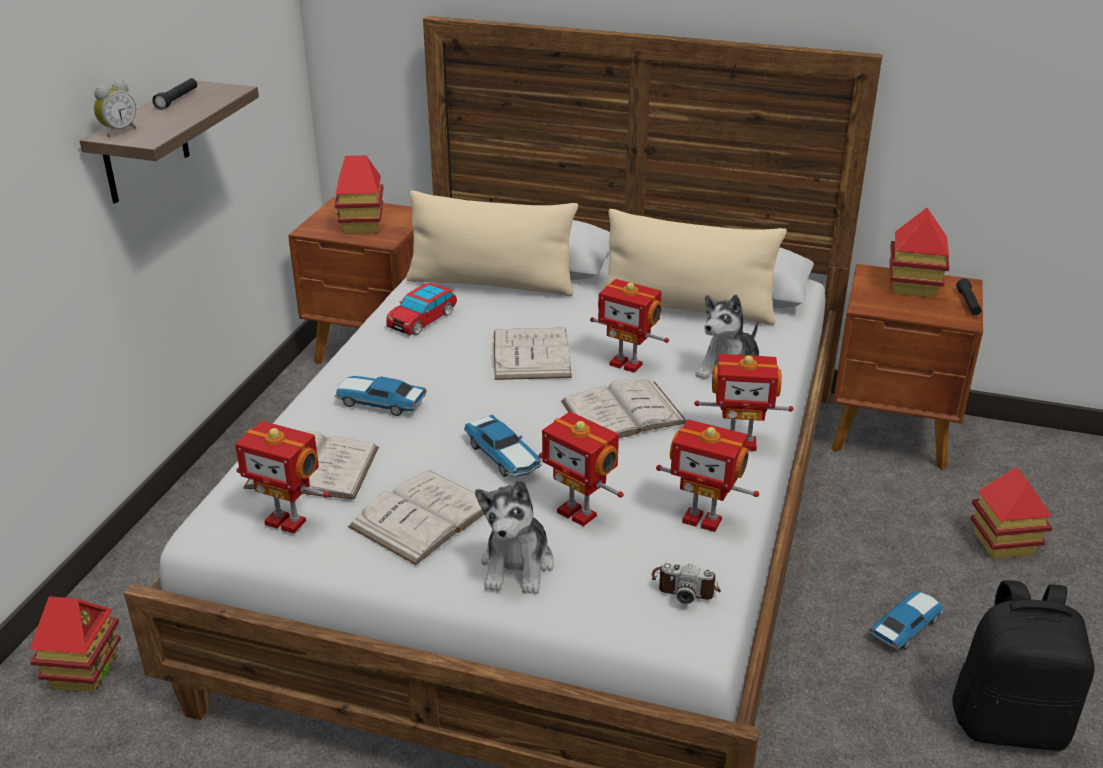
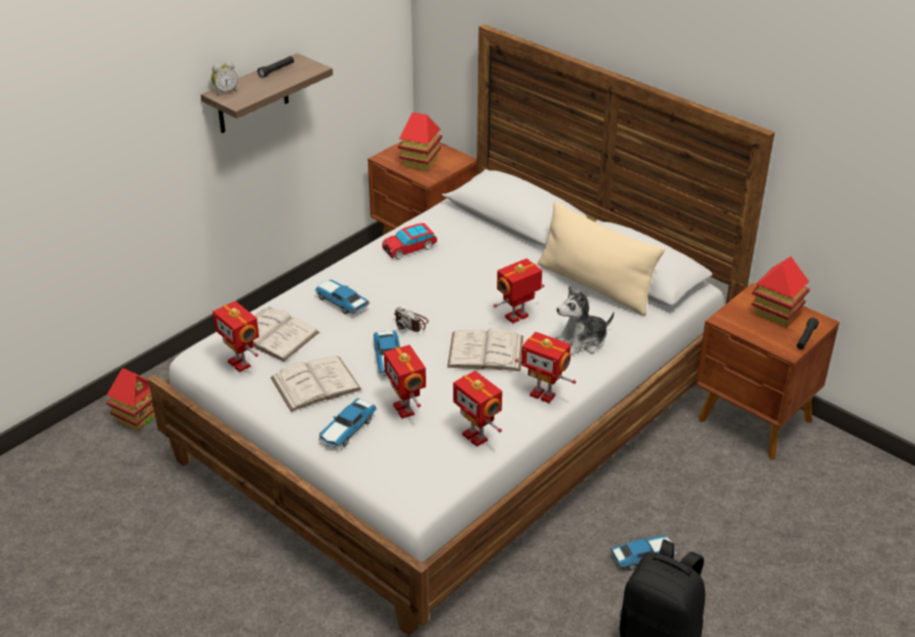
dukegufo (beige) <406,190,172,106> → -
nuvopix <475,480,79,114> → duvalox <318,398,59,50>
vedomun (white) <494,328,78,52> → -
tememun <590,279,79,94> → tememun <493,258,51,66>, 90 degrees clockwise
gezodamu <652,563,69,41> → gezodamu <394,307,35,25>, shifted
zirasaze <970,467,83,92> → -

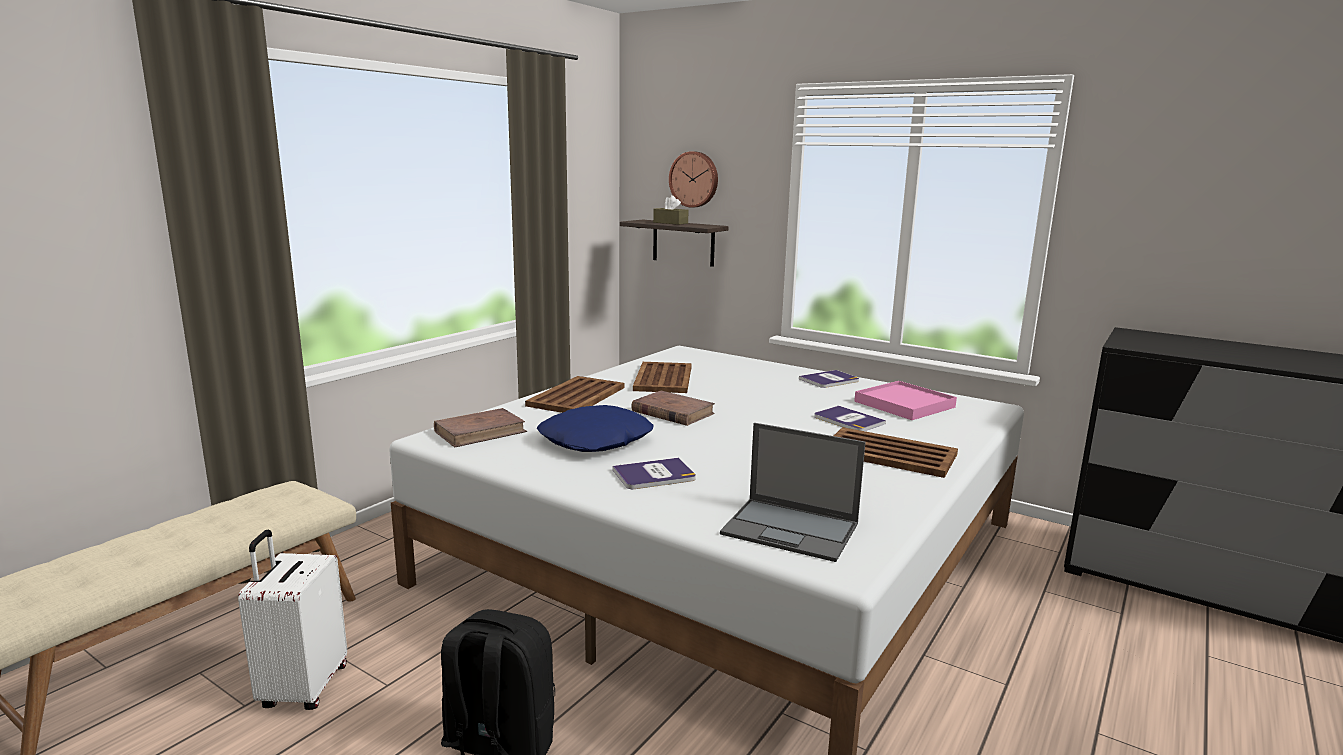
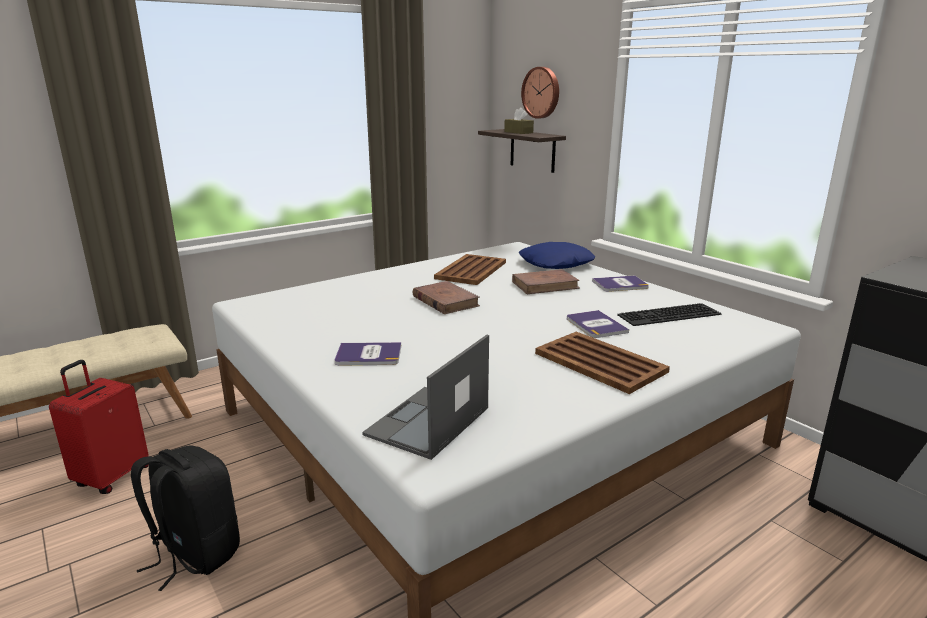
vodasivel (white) <238,530,109,180> → vodasivel (red) <49,360,100,134>
vedomun (brown) <434,408,93,39> → vedomun (brown) <512,269,68,25>, shifted
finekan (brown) <525,376,99,37> → -
dukegufo (blue) <537,405,117,47> → dukegufo (blue) <519,242,76,27>, shifted
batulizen <720,423,145,139> → batulizen <362,335,127,125>, 75 degrees clockwise
finekan (pink) <854,381,103,39> → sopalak <617,303,105,23>

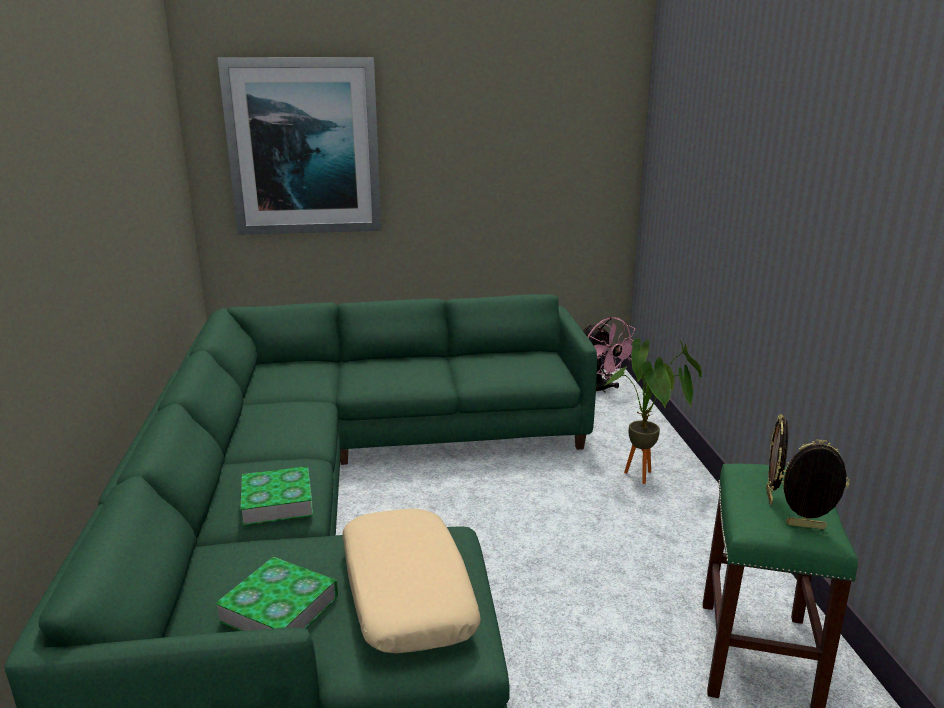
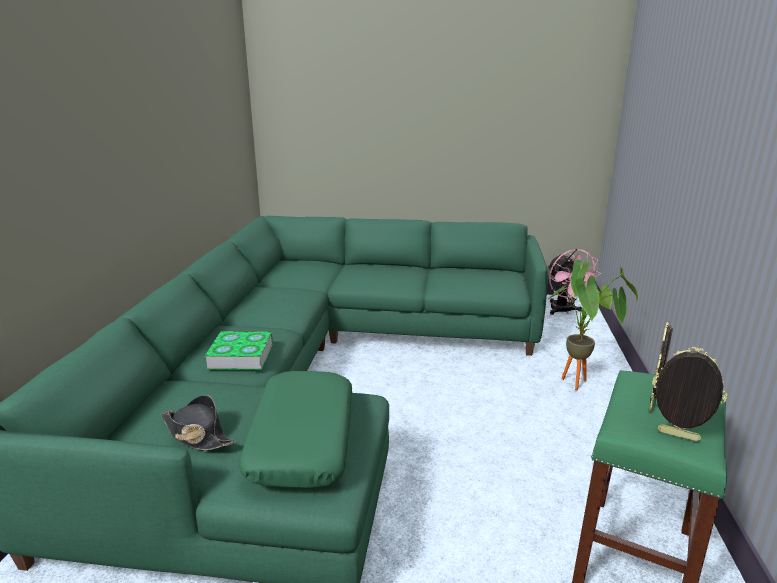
vedomun <215,557,123,74> → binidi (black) <161,395,74,55>
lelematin <217,57,165,178> → -
dukegufo (beige) <342,509,139,144> → dukegufo (green) <239,371,113,117>

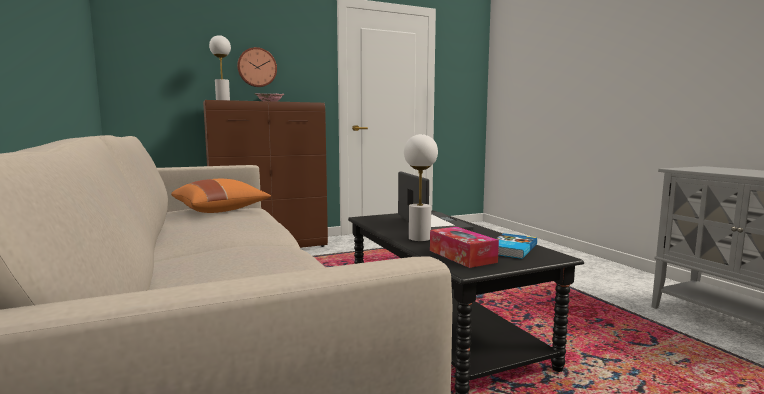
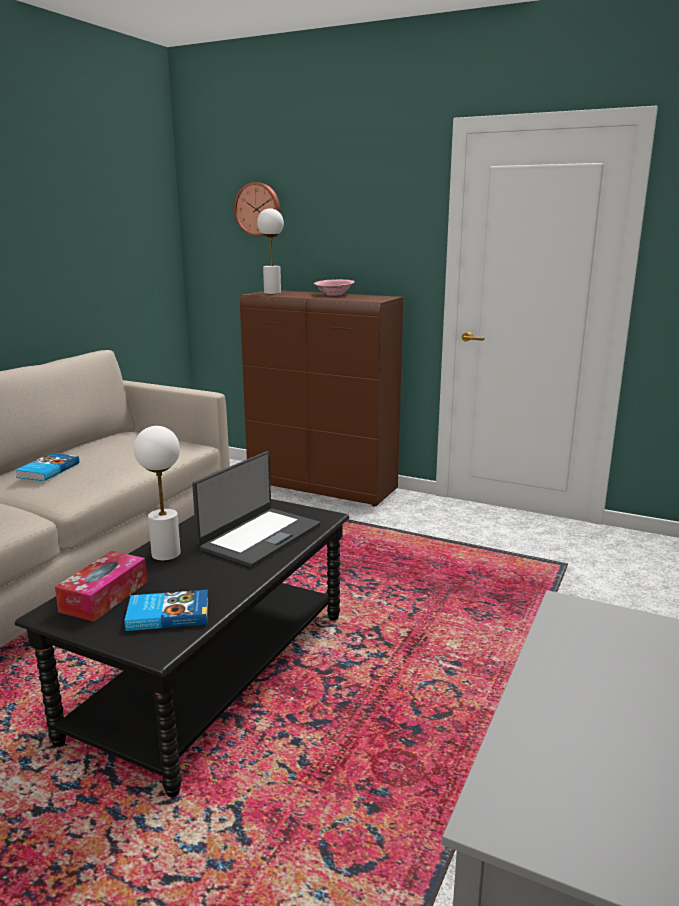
dukegufo (orange) <171,179,100,34> → -
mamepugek <237,47,40,40> → mamepugek <234,182,46,54>, shifted
- → vedomun <15,453,64,28>

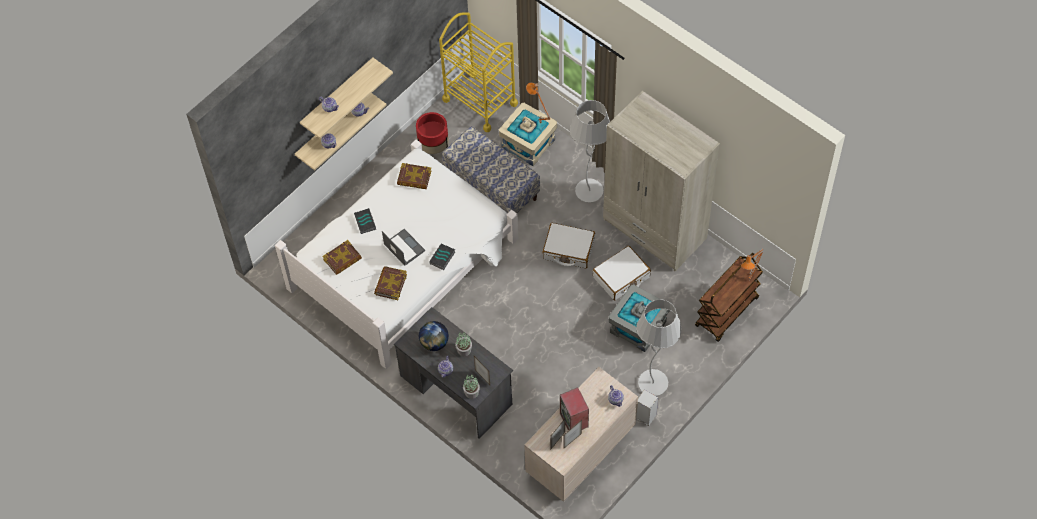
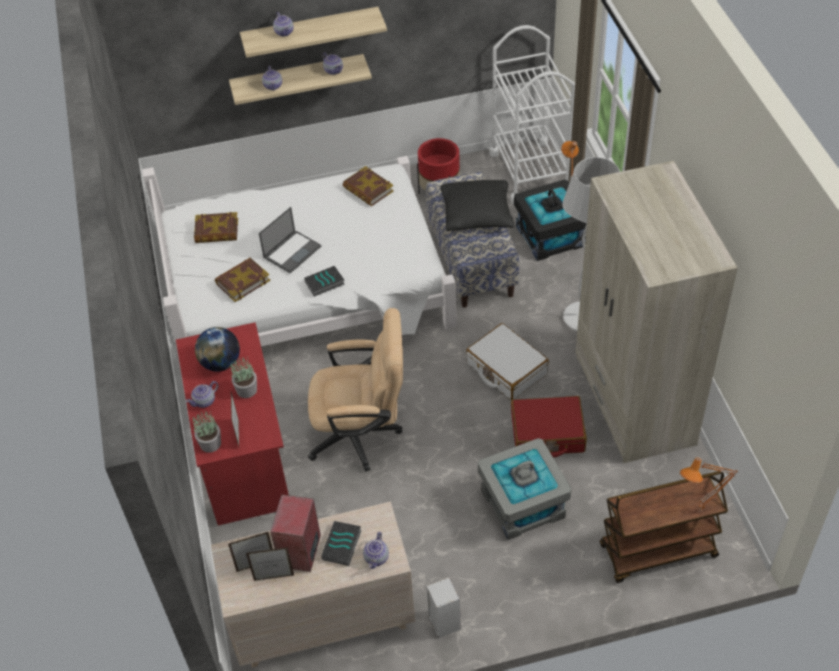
vedomun <354,208,22,26> → vedomun <321,521,40,45>, shifted
batulizen <382,229,43,37> → batulizen <259,207,62,66>, 45 degrees clockwise
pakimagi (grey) <394,307,119,132> → pakimagi (red) <176,322,113,203>
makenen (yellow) <439,12,79,121> → makenen (white) <489,25,86,179>
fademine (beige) <499,103,58,63> → fademine (black) <514,180,73,81>
vodasivel (white) <593,246,58,54> → vodasivel (red) <511,396,76,62>
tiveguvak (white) <636,299,46,97> → -
- → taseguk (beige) <308,308,95,164>
- → dukegufo (black) <440,180,74,51>

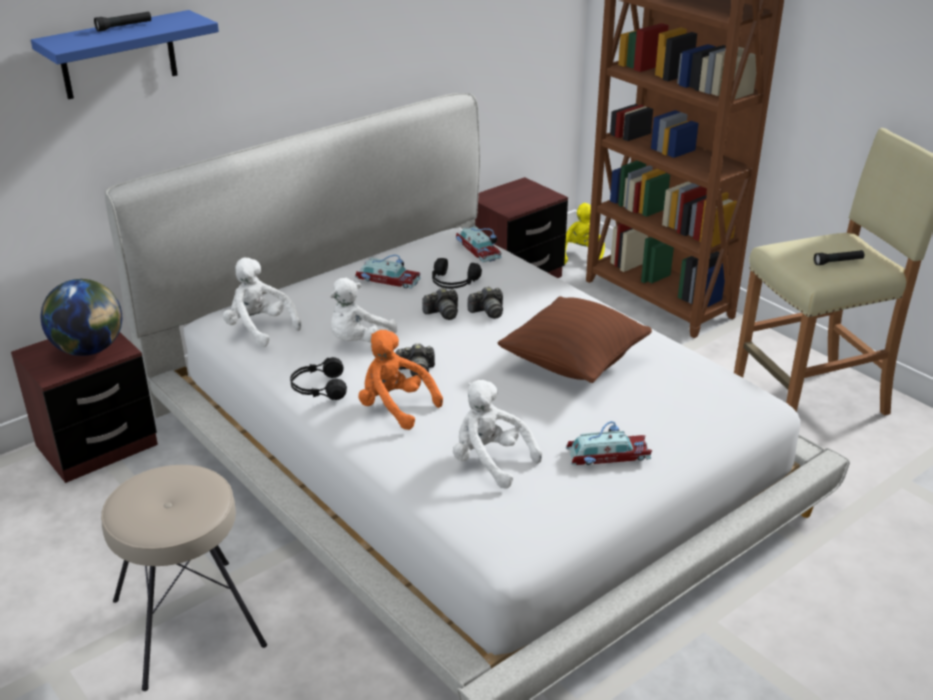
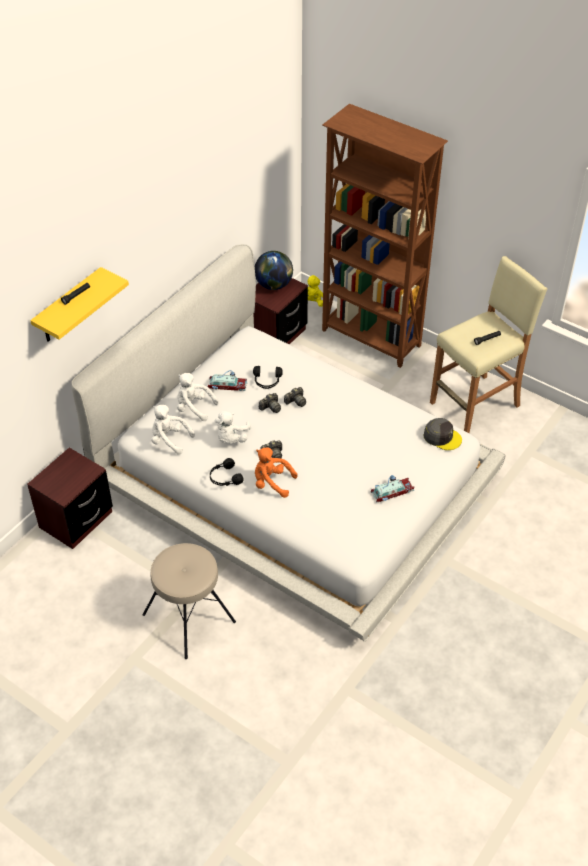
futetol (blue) <31,10,188,89> → futetol (yellow) <30,267,99,75>
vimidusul <40,279,82,77> → vimidusul <255,251,38,39>, shifted
nuvopix (white) <453,380,89,109> → nuvopix (white) <177,373,41,48>, shifted
duvalox <456,225,46,37> → -
dukegufo (brown) <498,296,154,87> → -
- → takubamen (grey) <423,418,39,32>

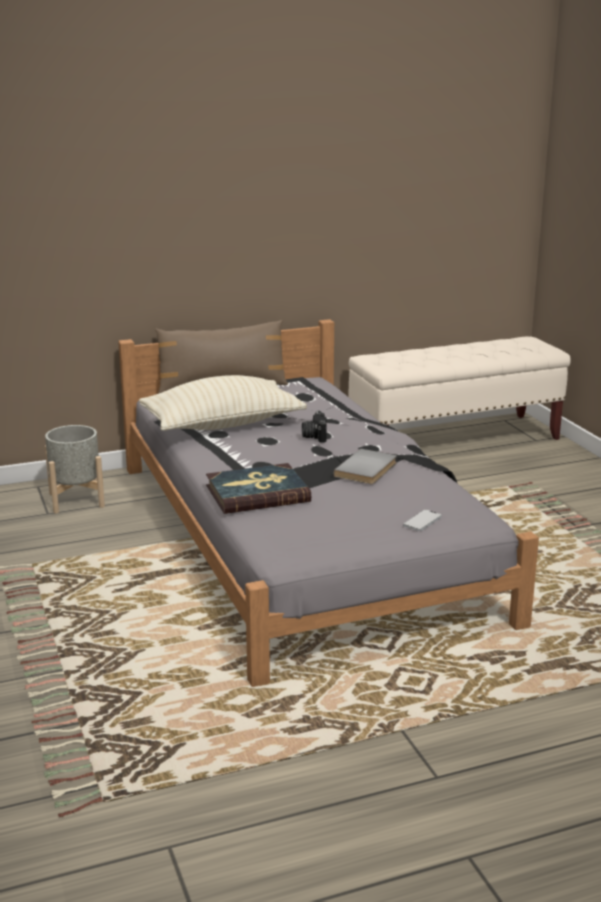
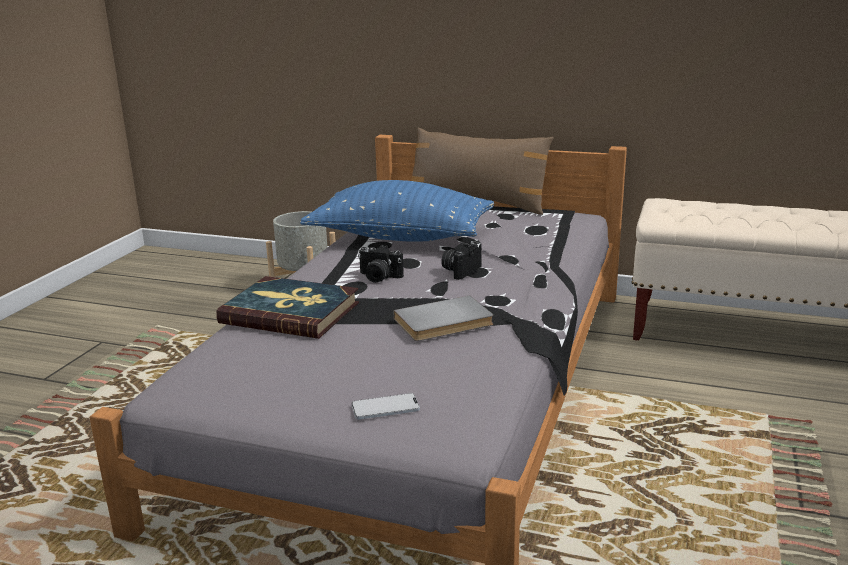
dukegufo (beige) <139,375,168,56> → dukegufo (blue) <300,180,194,62>
- → gezodamu <358,245,46,38>

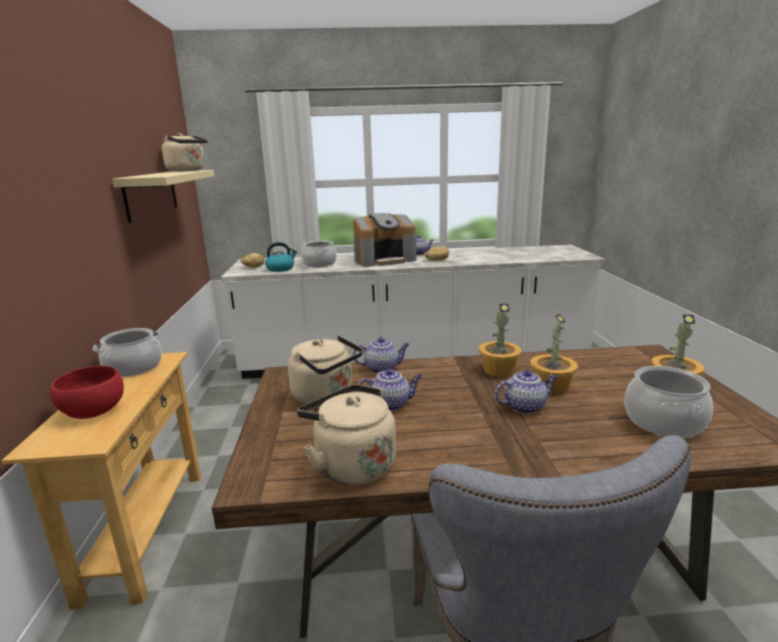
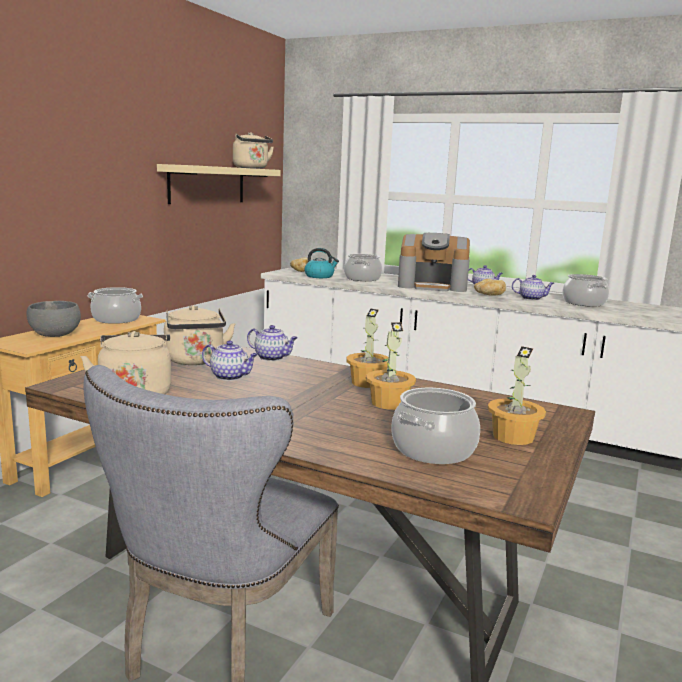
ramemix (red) <50,366,74,53> → ramemix (grey) <26,301,55,36>
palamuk <495,370,62,44> → palamuk <512,275,42,25>, shifted
- → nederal <562,274,47,33>

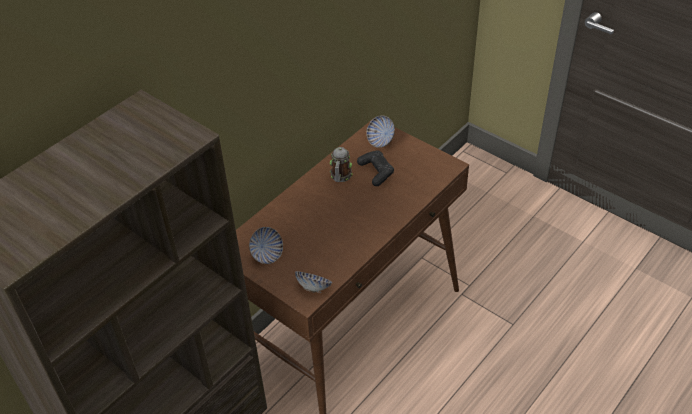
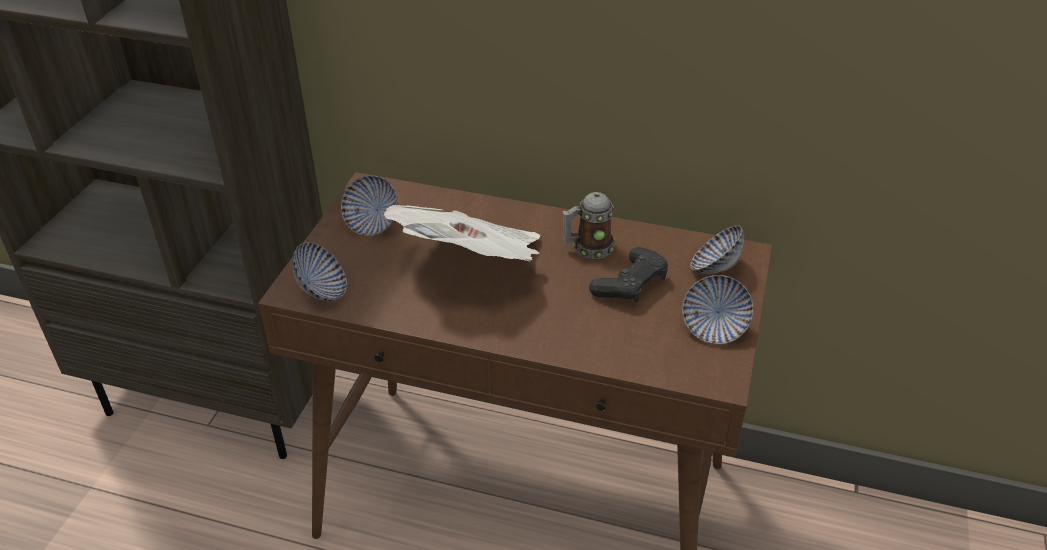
- → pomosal <384,205,156,56>
- → ramemix <682,275,71,69>

